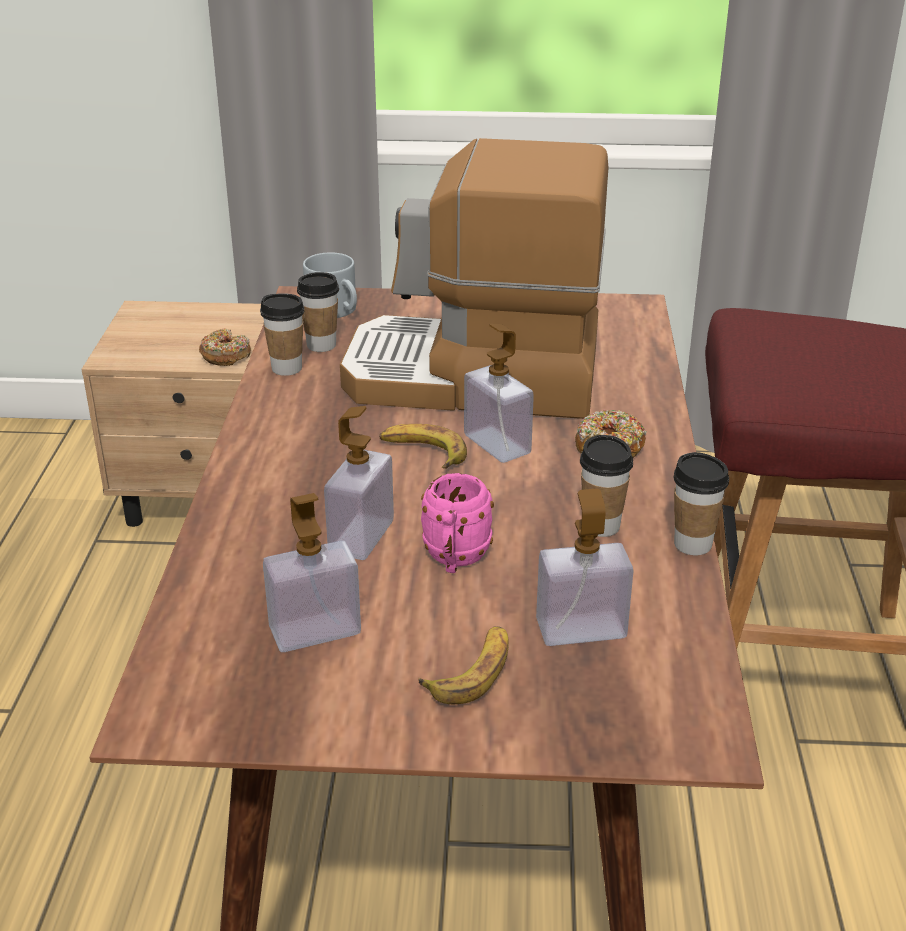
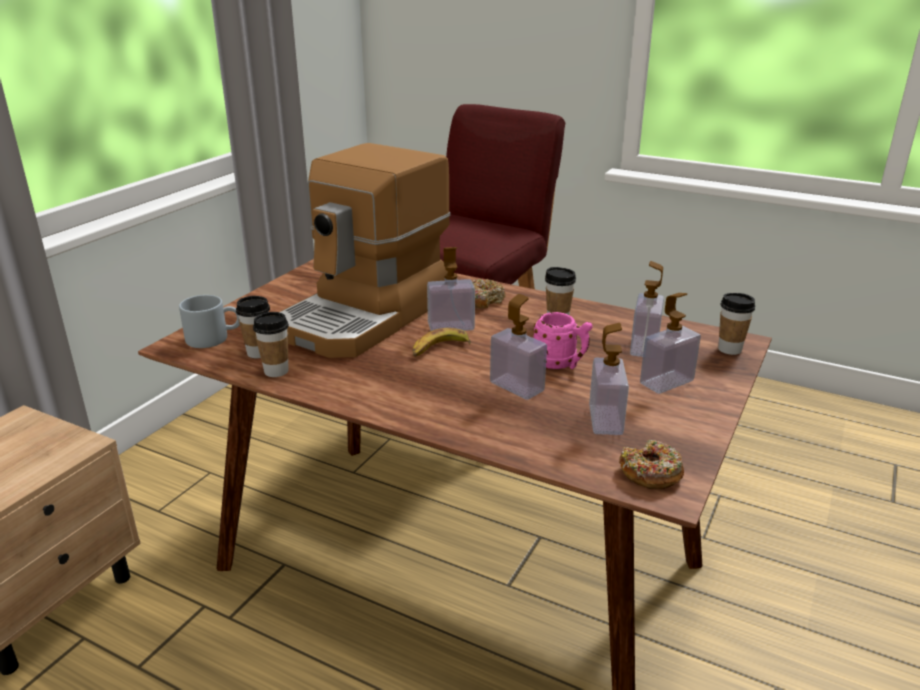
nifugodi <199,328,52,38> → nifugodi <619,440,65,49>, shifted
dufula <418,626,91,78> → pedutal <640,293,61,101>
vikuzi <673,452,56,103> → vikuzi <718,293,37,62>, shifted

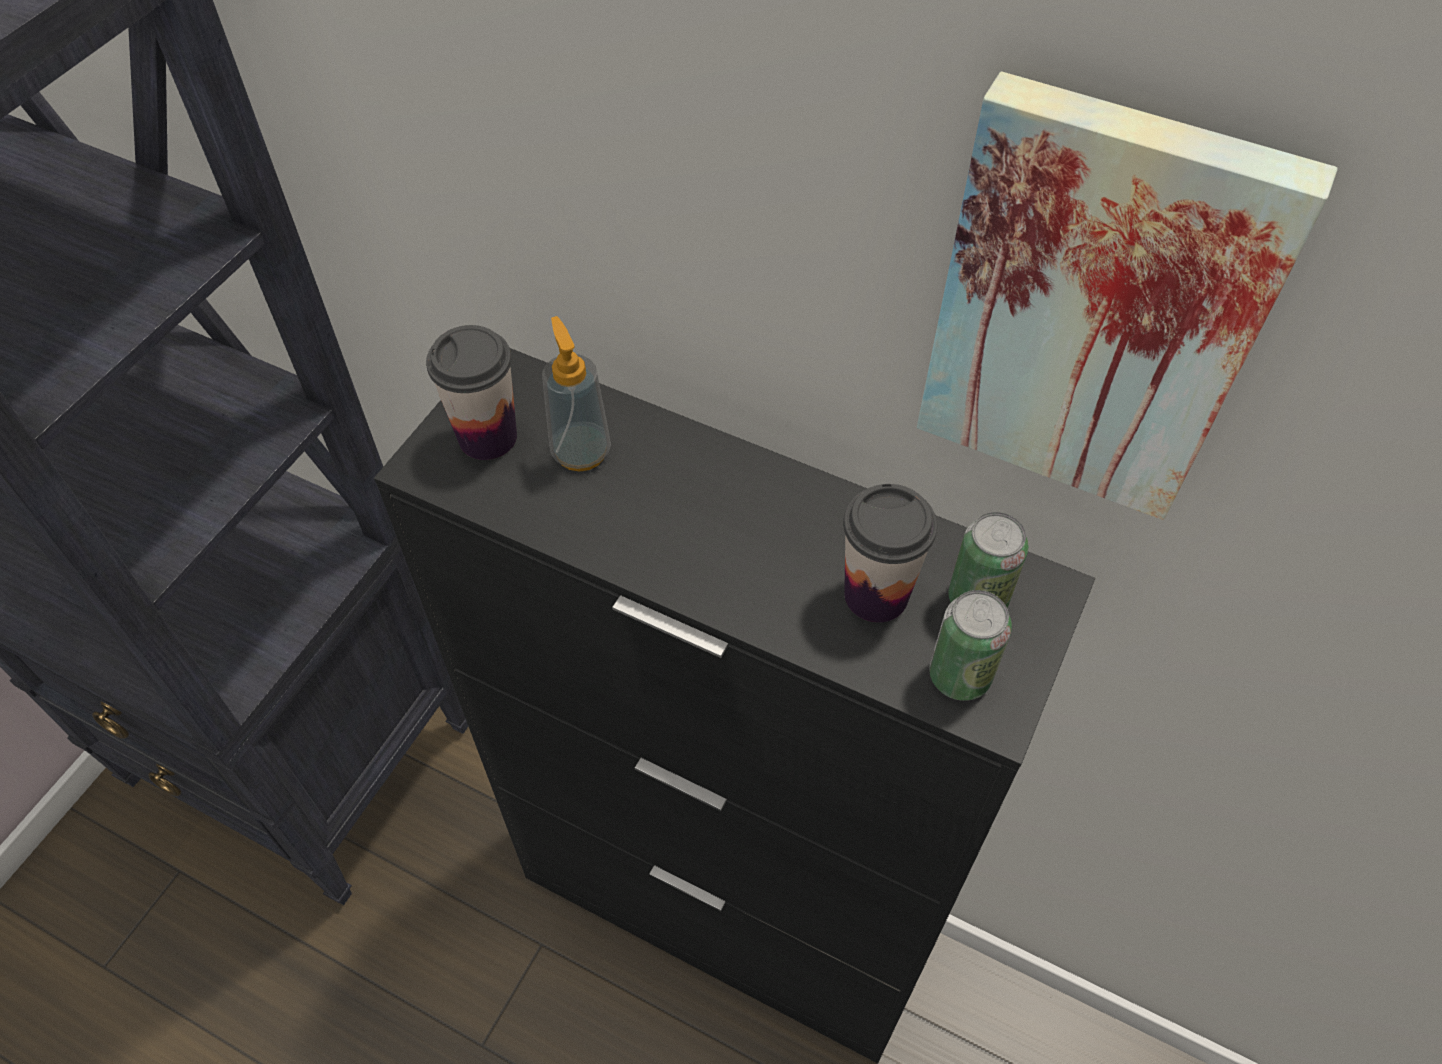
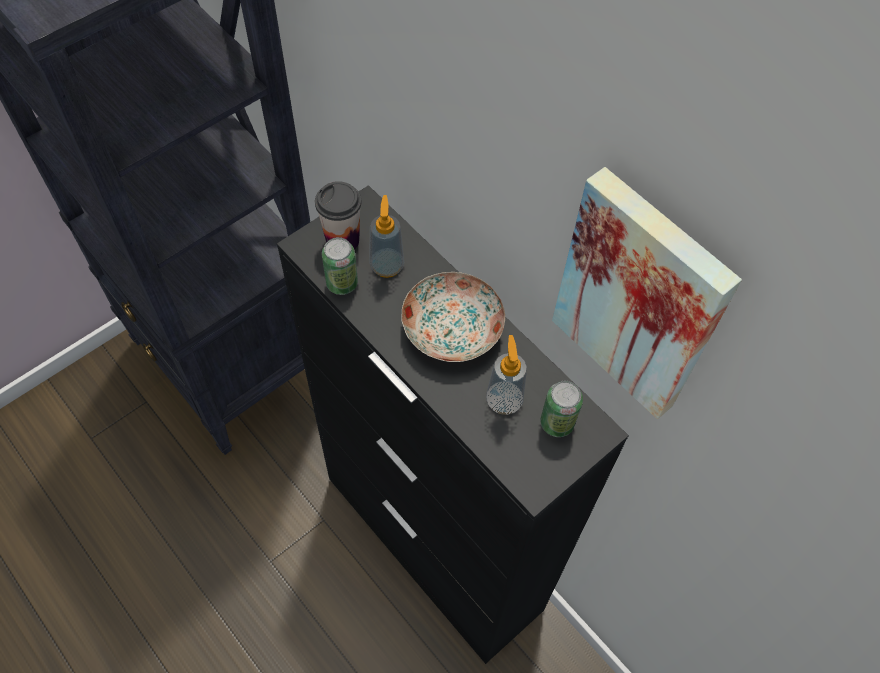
vikuzi <843,484,94,139> → pedutal <486,335,41,80>
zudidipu <929,590,83,111> → zudidipu <322,237,36,58>, shifted
- → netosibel <401,272,104,90>

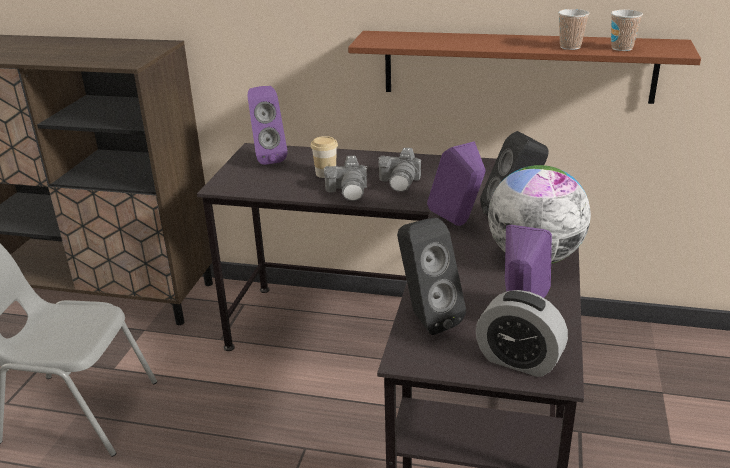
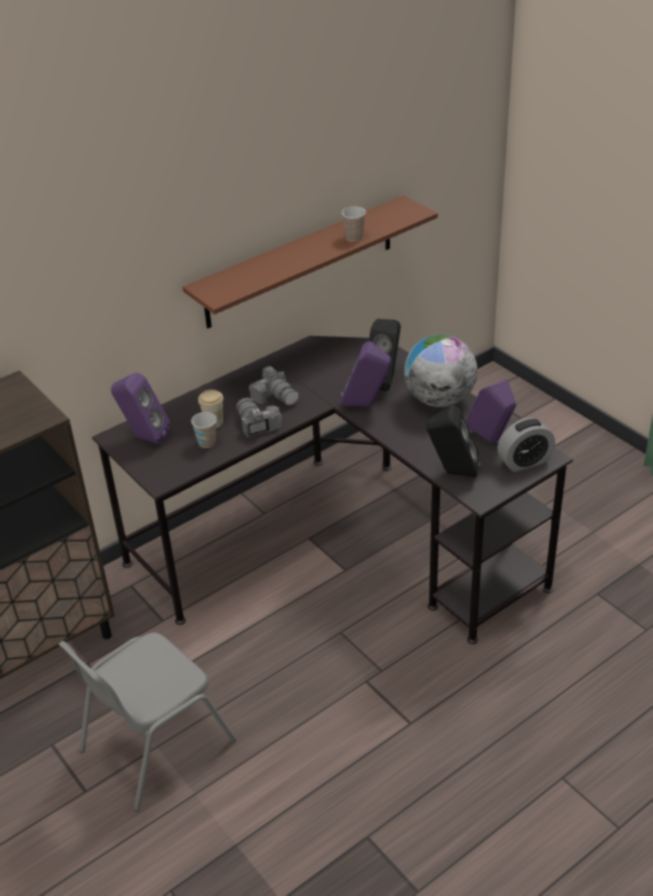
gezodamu <324,156,44,45> → gezodamu <236,398,46,39>, 150 degrees counterclockwise
vikuzi <611,10,32,41> → vikuzi <191,412,26,36>, shifted

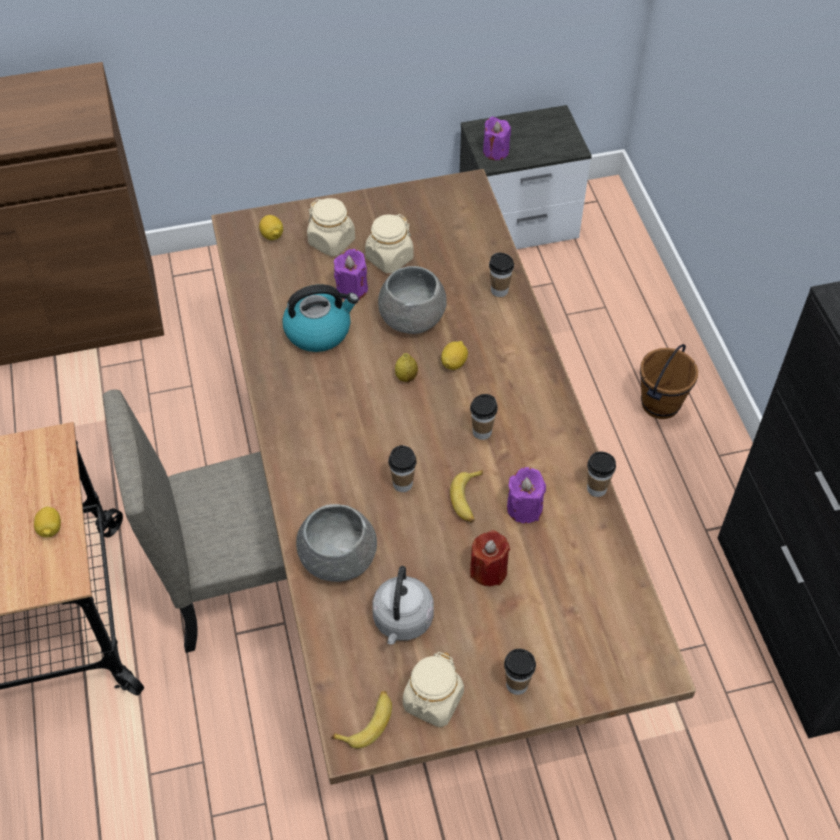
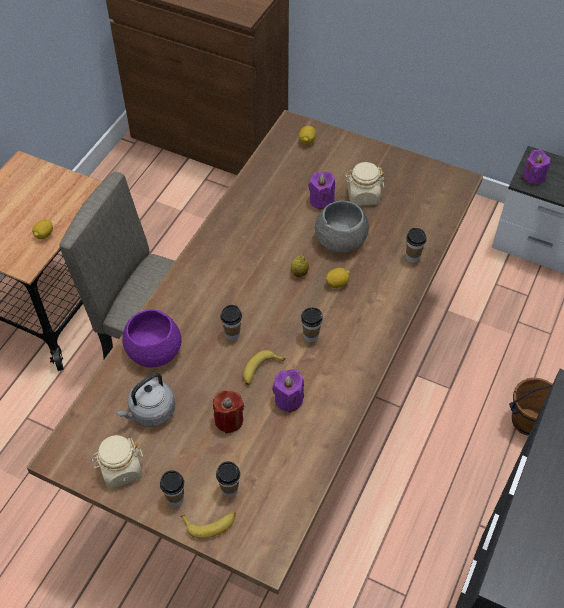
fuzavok <282,284,77,68> → -
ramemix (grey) <296,504,81,78> → ramemix (purple) <122,309,59,58>
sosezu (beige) <307,198,48,59> → -
dufula <331,691,61,57> → dufula <180,512,56,27>, shifted
vikuzi <587,451,29,46> → vikuzi <216,461,24,36>, shifted

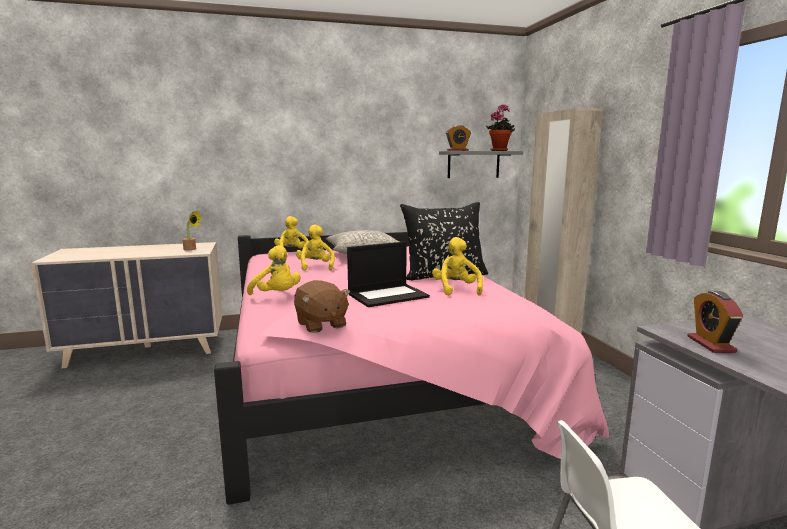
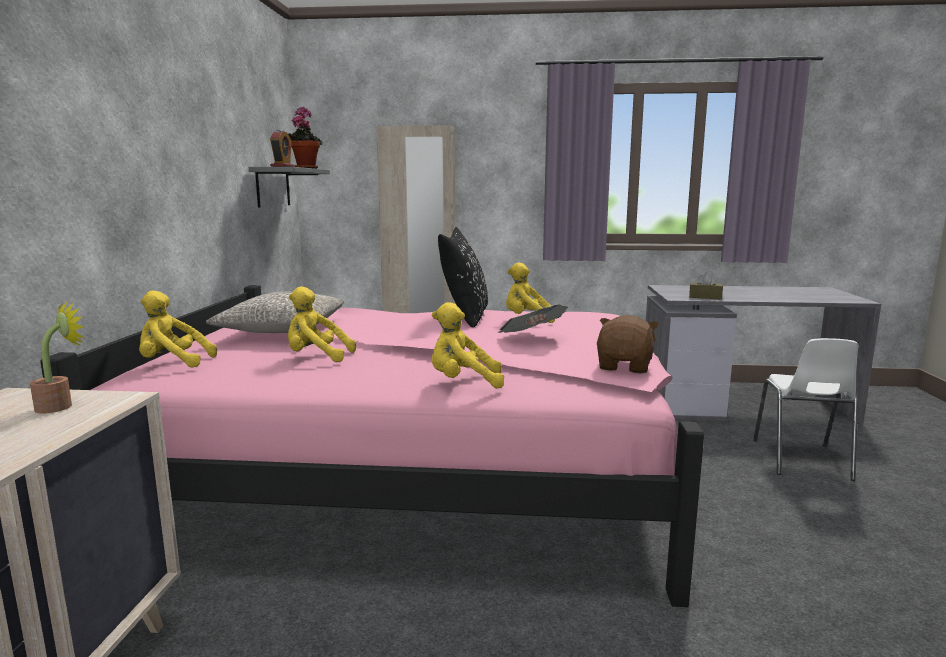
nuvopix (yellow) <247,245,53,50> → nuvopix (yellow) <432,302,72,86>, 150 degrees counterclockwise
nuvopix (brown) <294,280,57,53> → nuvopix (brown) <597,315,63,58>, 60 degrees counterclockwise
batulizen <347,241,83,66> → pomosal <498,304,70,29>
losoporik <687,291,56,62> → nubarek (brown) <689,272,34,27>

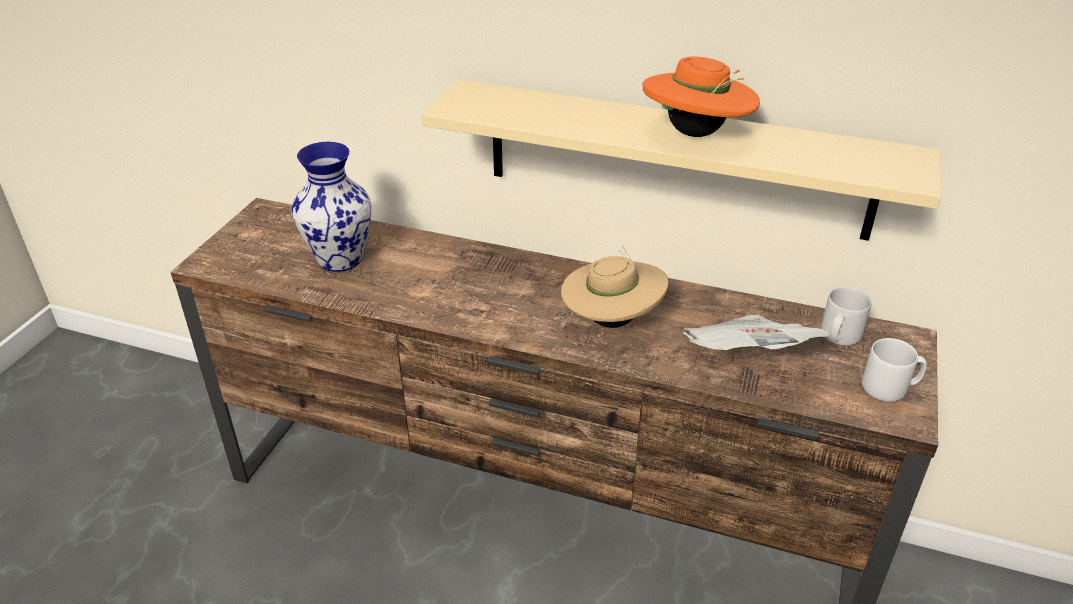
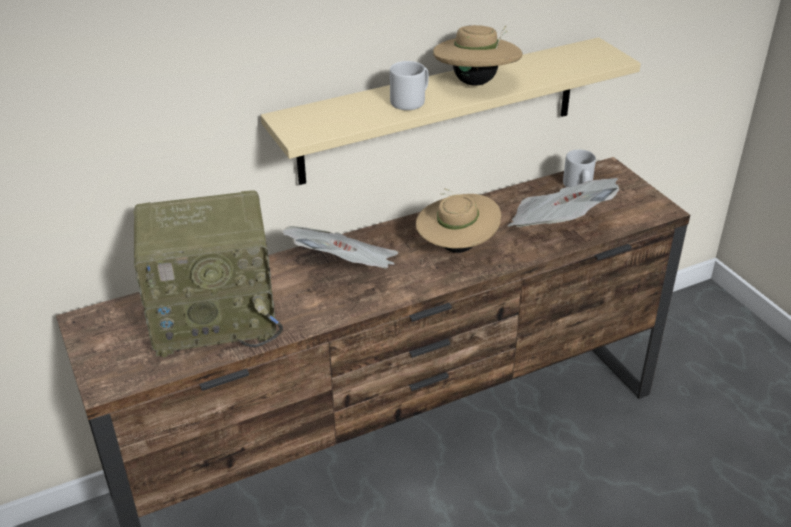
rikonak <292,142,80,130> → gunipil <133,190,150,167>
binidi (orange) <643,56,117,81> → binidi (beige) <433,25,89,61>
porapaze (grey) <862,338,65,64> → porapaze (grey) <390,61,39,49>, shifted
- → pomosal <283,226,115,43>

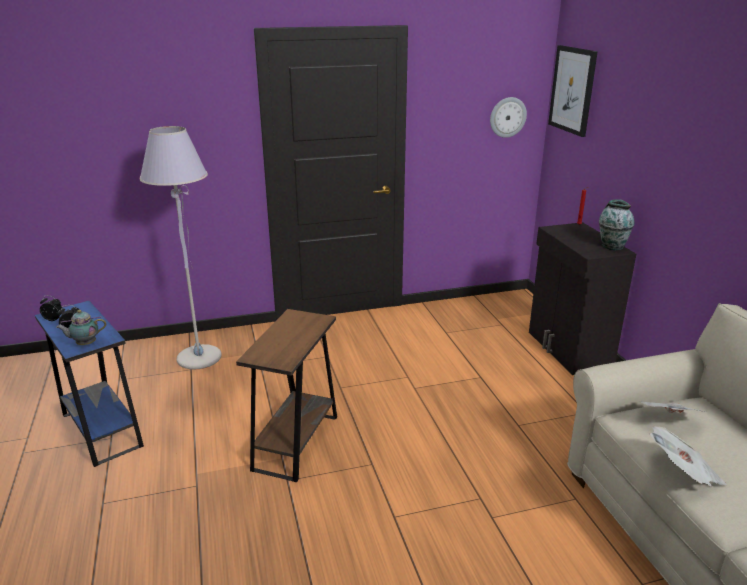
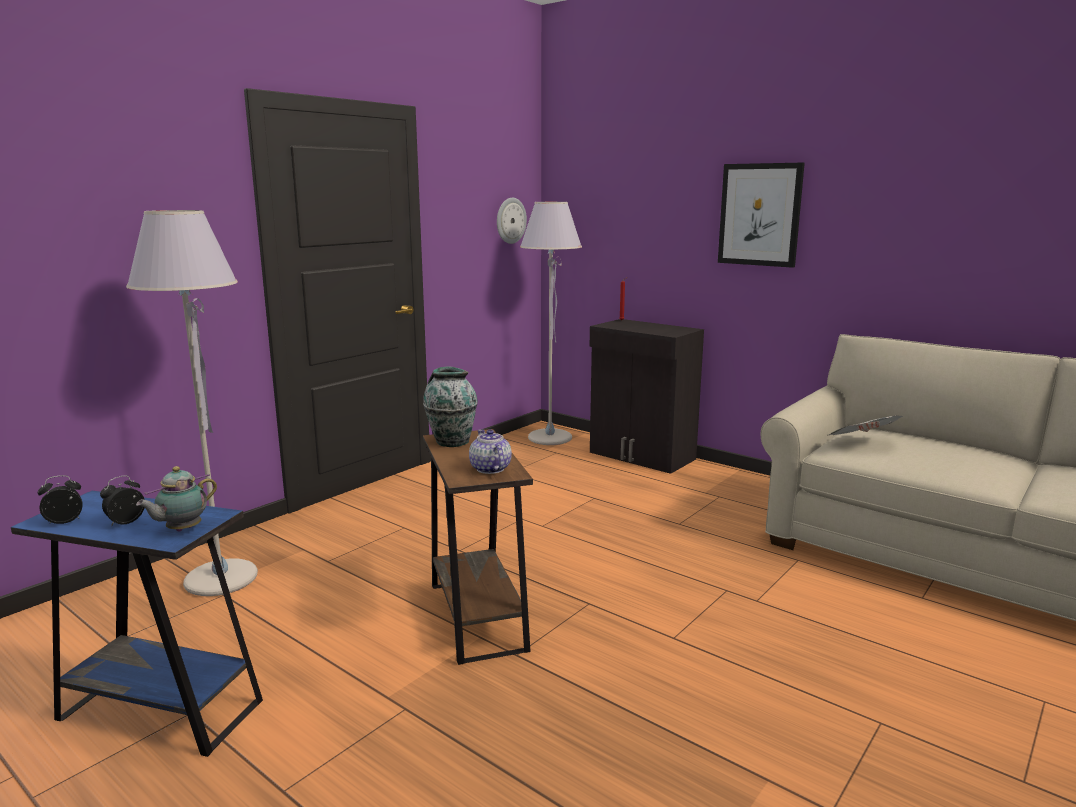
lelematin <548,45,50,92> → lelematin <718,163,87,105>, shifted
rikonak <599,199,35,51> → rikonak <423,366,55,81>, shifted
pomosal <649,426,78,60> → -
- → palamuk <469,429,43,45>
- → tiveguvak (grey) <520,202,62,243>

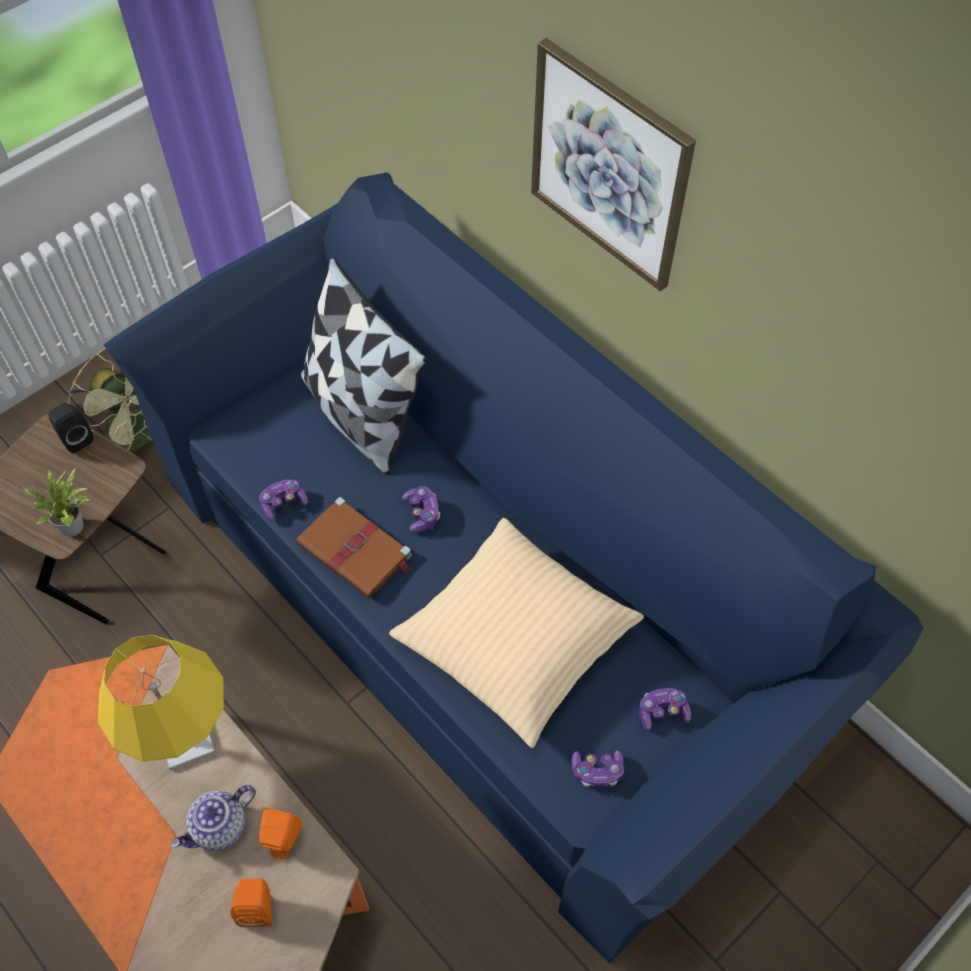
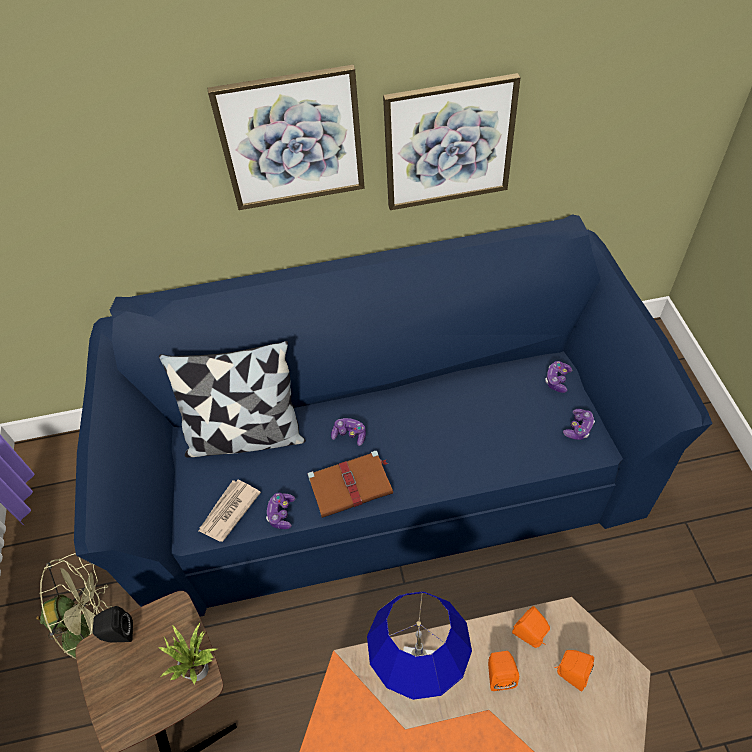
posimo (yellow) <98,635,126,136> → posimo (blue) <367,592,105,108>
palamuk <170,785,86,66> → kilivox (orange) <488,651,31,40>
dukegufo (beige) <389,518,255,230> → -
- → pomosal <199,480,62,62>
- → lelematin <383,73,138,137>

